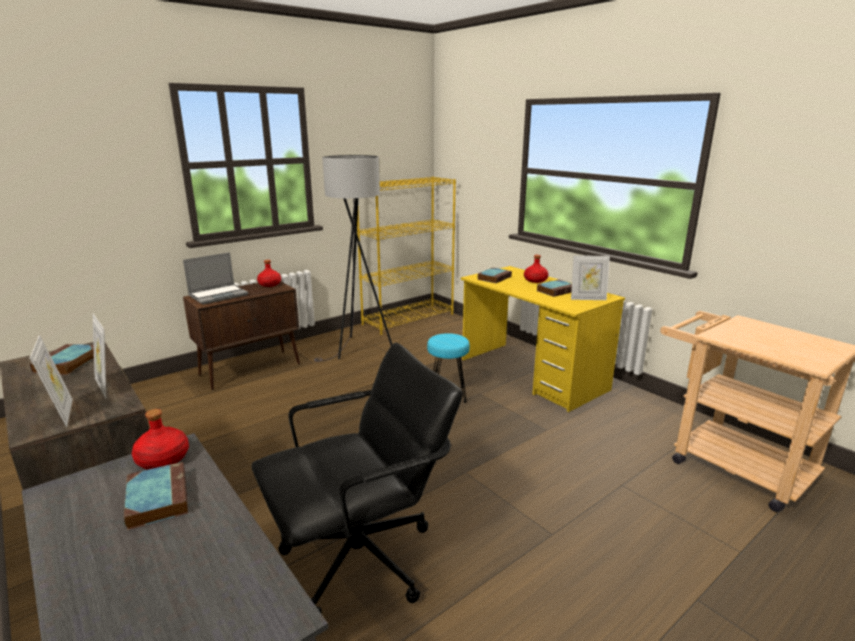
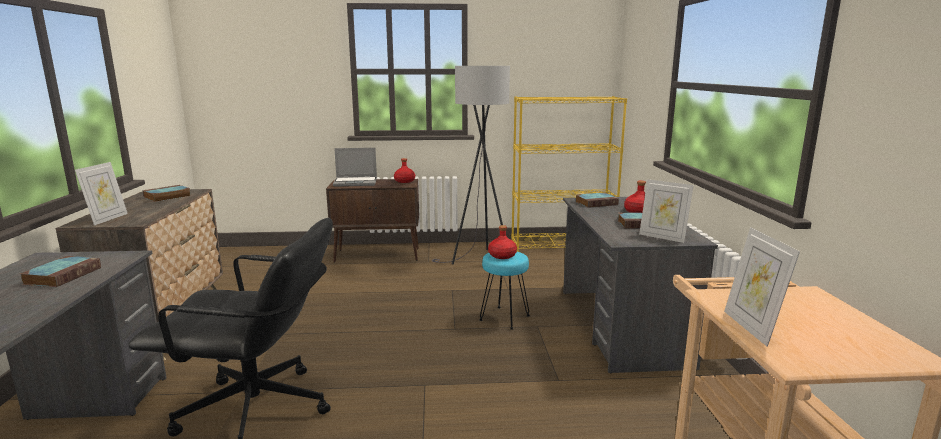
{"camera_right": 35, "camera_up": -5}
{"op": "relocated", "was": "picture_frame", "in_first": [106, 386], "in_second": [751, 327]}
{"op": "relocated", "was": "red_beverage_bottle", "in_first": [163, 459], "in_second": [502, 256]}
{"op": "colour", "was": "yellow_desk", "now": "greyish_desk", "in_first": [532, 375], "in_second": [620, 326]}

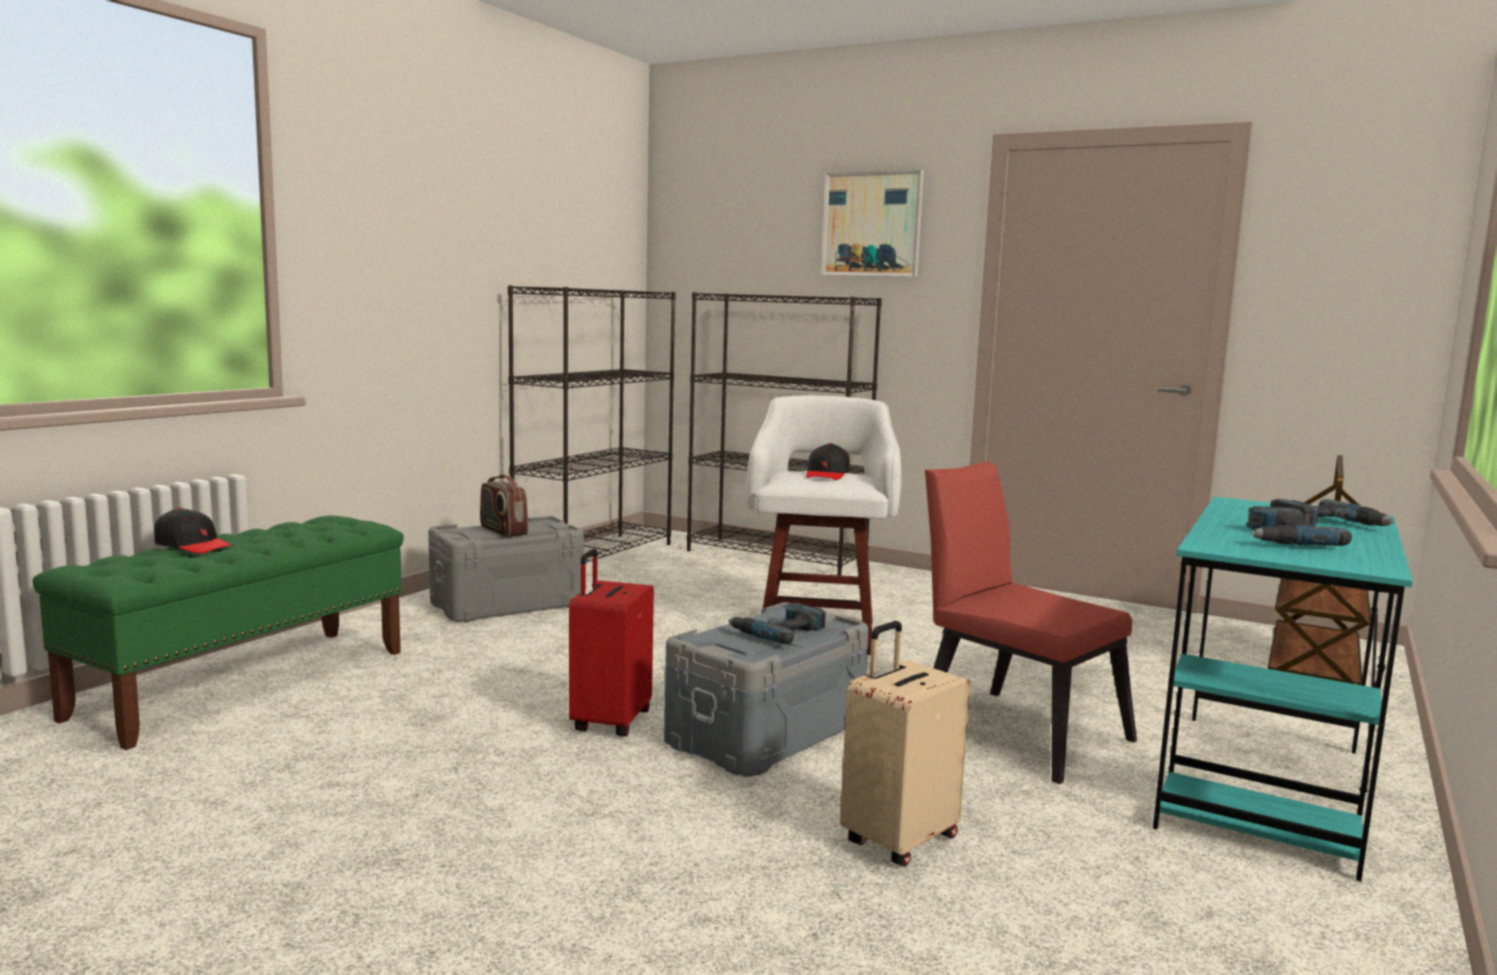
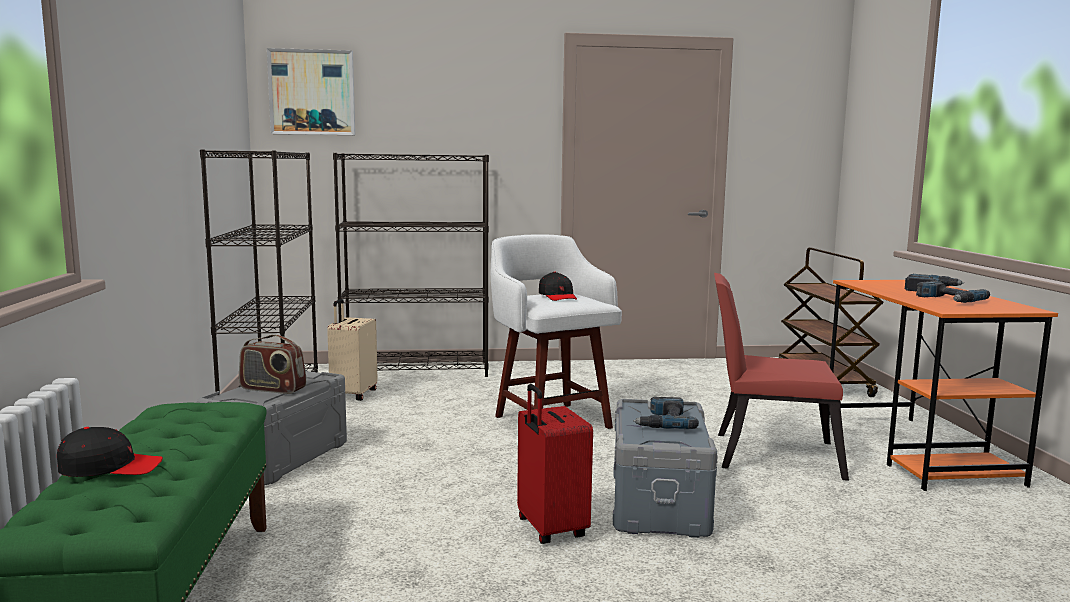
{"camera_right": -35, "camera_up": 0}
{"op": "relocated", "was": "picture", "in_first": [872, 224], "in_second": [312, 92]}
{"op": "relocated", "was": "beige_suitcase", "in_first": [898, 840], "in_second": [353, 395]}
{"op": "colour", "was": "turquoise-coloured_desk", "now": "orange_desk", "in_first": [1263, 787], "in_second": [917, 451]}

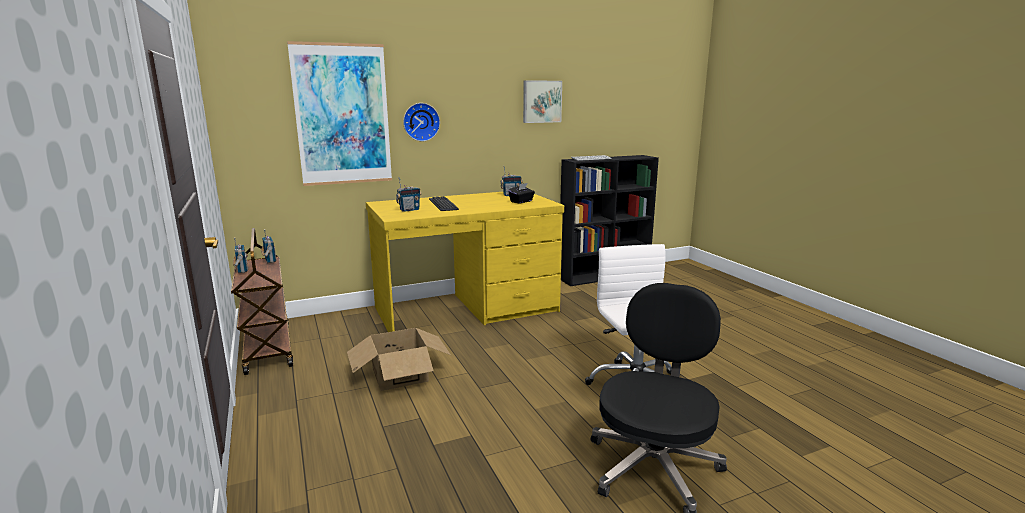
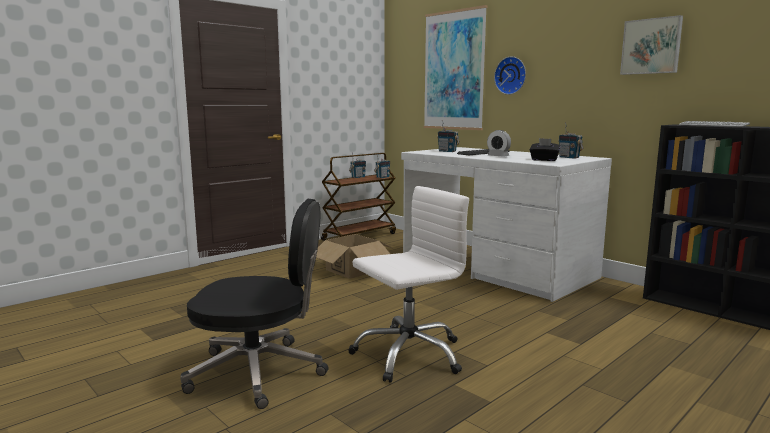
{"camera_right": 70, "camera_up": -5}
{"op": "appeared", "now": "alarm_clock", "in_second": [498, 156]}
{"op": "colour", "was": "yellow_desk", "now": "whitish_desk", "in_first": [467, 310], "in_second": [496, 268]}

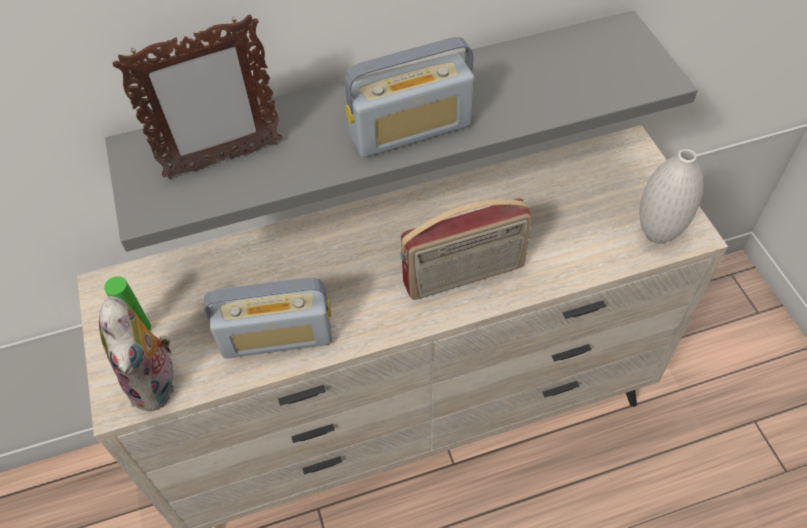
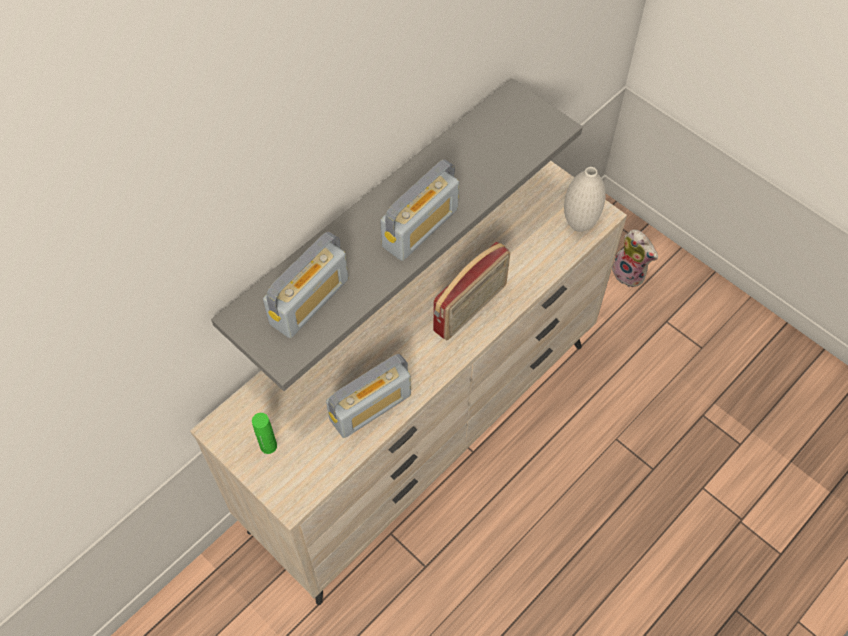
{"camera_right": -30, "camera_up": 5}
{"op": "relocated", "was": "soft_toy", "in_first": [157, 383], "in_second": [630, 273]}
{"op": "exchanged", "was": "picture_frame", "now": "radio_set", "in_first": [223, 160], "in_second": [309, 301]}

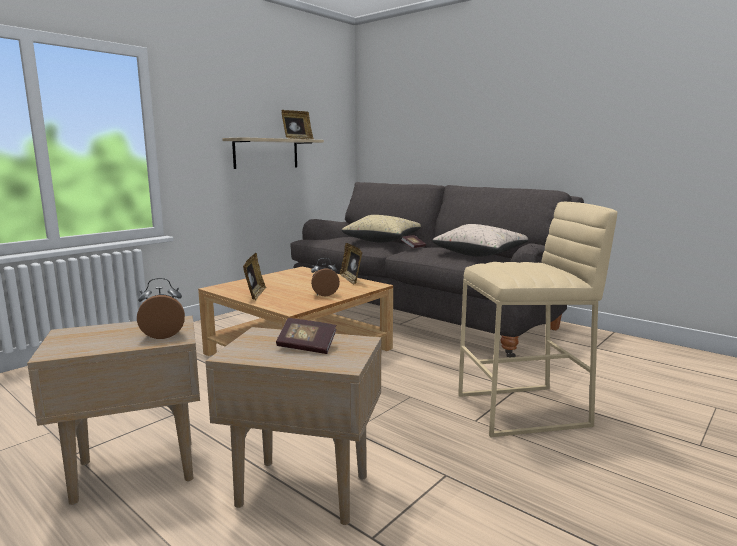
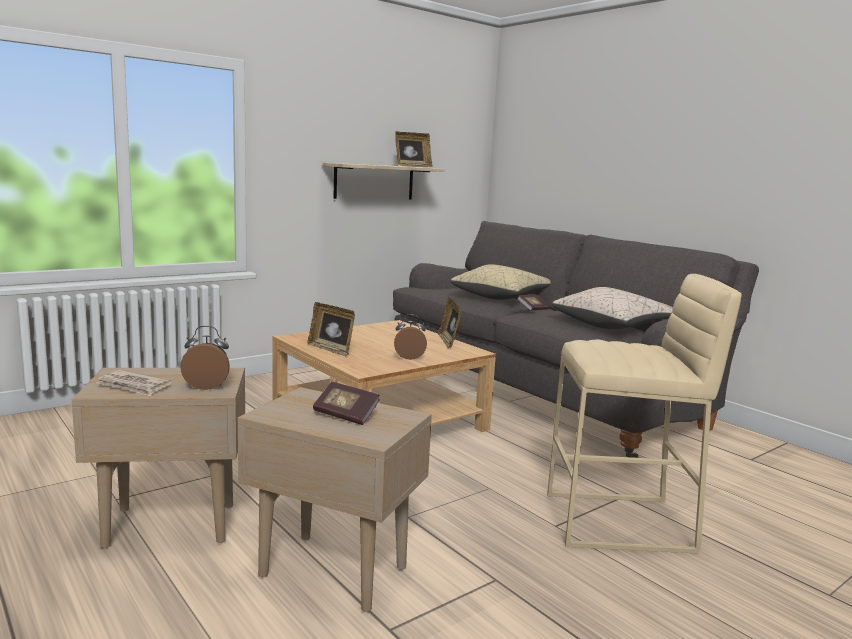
{"camera_right": 10, "camera_up": 0}
{"op": "appeared", "now": "printed_paper", "in_second": [134, 386]}
{"op": "spun", "was": "picture_frame", "in_first": [255, 295], "in_second": [331, 349], "clockwise": 120}

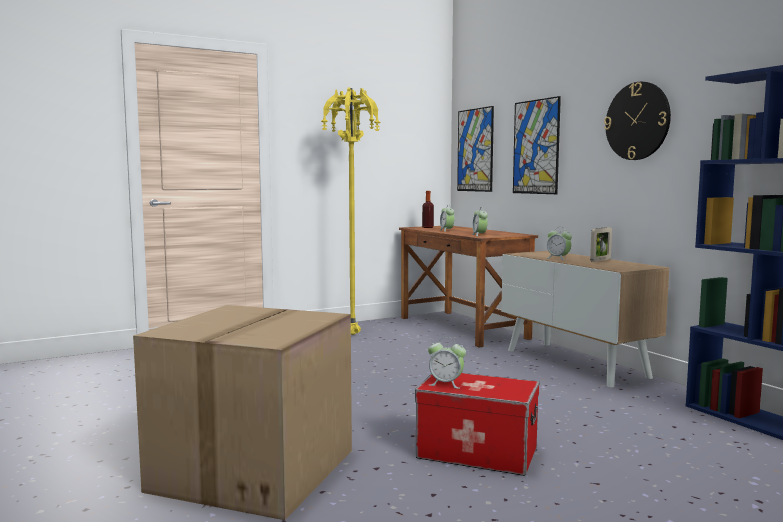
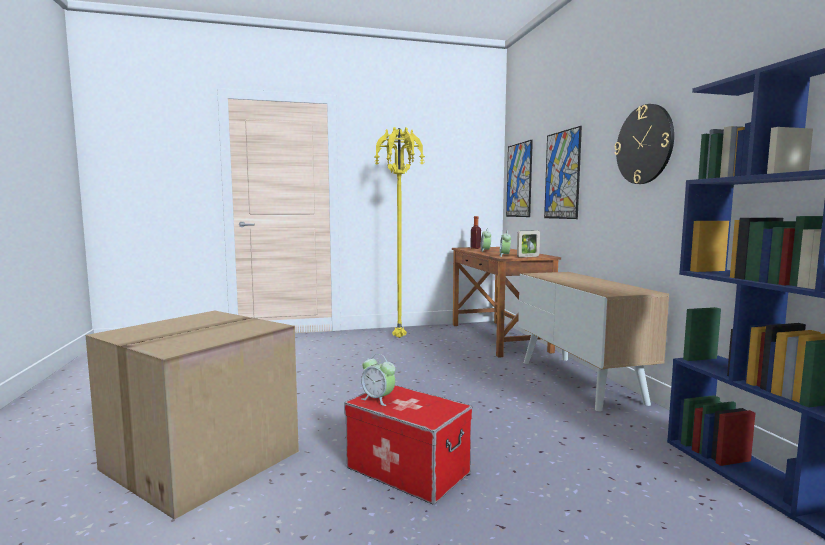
{"camera_right": 15, "camera_up": 0}
{"op": "missing", "was": "alarm_clock", "in_first": [558, 258]}
{"op": "relocated", "was": "picture_frame", "in_first": [600, 260], "in_second": [528, 256]}

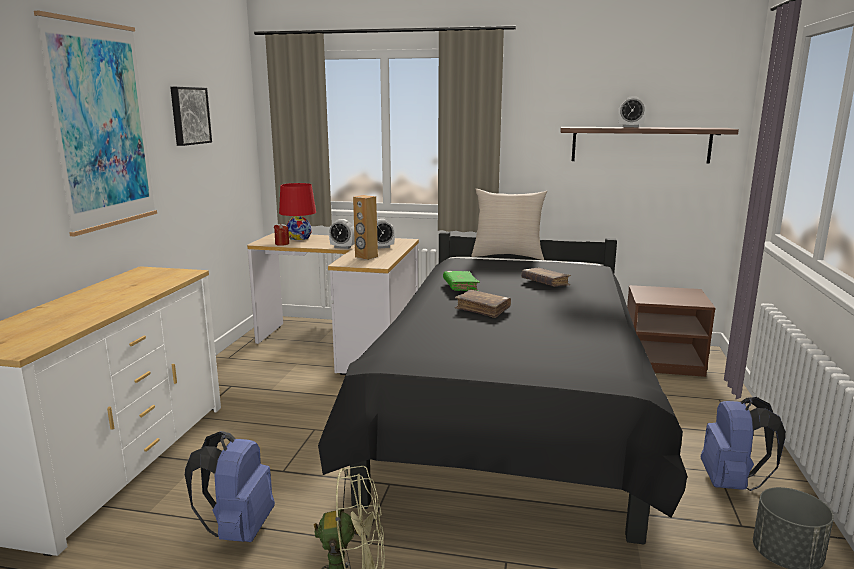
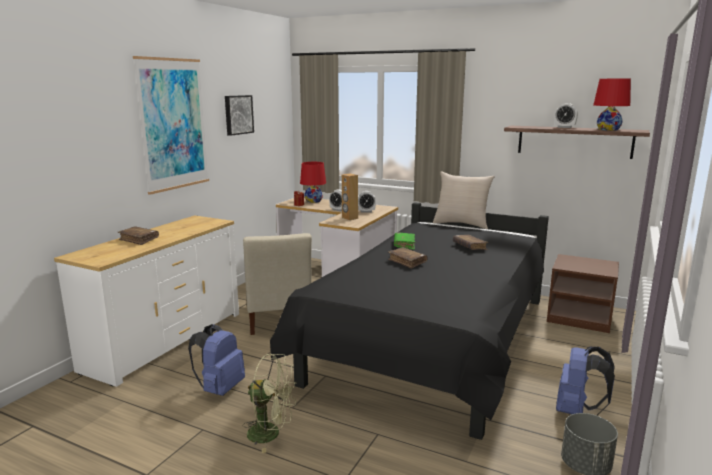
{"camera_right": 15, "camera_up": 0}
{"op": "appeared", "now": "brown_book", "in_second": [139, 240]}
{"op": "appeared", "now": "beige_upright_chair", "in_second": [277, 318]}
{"op": "appeared", "now": "red_lamp_for_a_table", "in_second": [608, 129]}

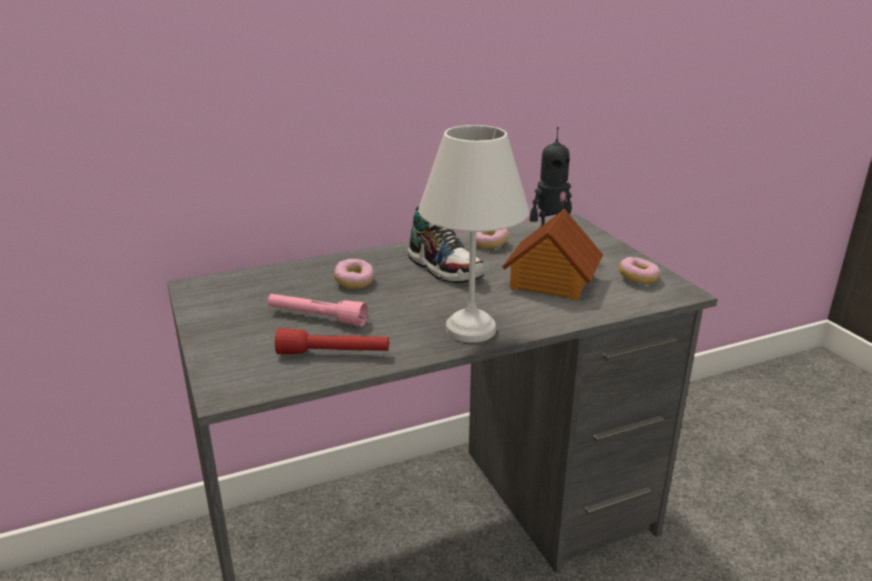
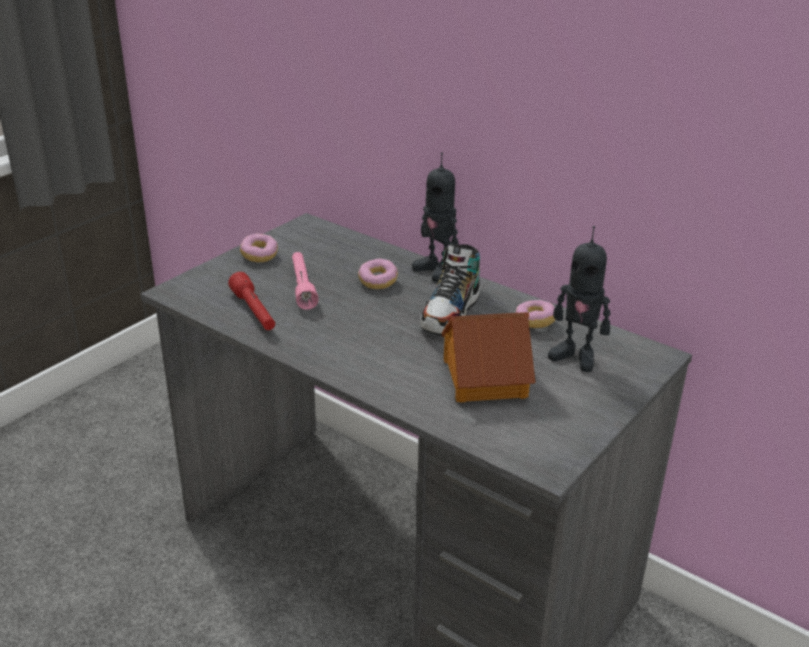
{"camera_right": 60, "camera_up": 5}
{"op": "missing", "was": "whitish_lamp_for_a_table", "in_first": [471, 331]}
{"op": "appeared", "now": "robot_figure", "in_second": [436, 270]}
{"op": "relocated", "was": "donut", "in_first": [638, 279], "in_second": [259, 256]}

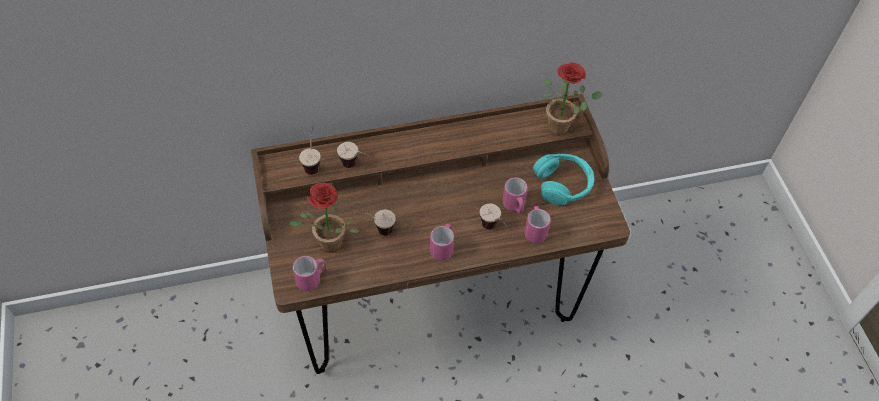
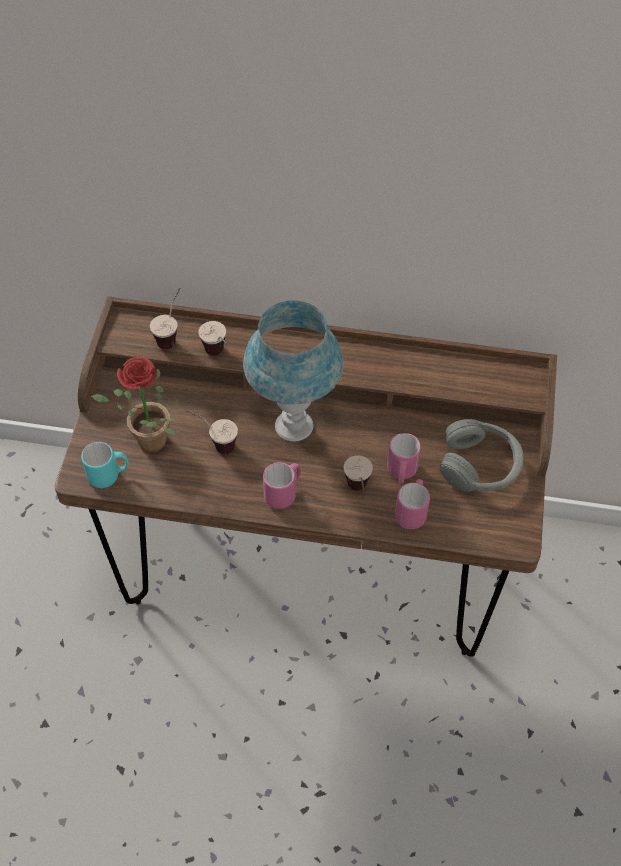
{"camera_right": 25, "camera_up": 0}
{"op": "missing", "was": "potted_plant", "in_first": [562, 127]}
{"op": "appeared", "now": "bluish_lamp_for_a_table", "in_second": [294, 426]}
{"op": "colour", "was": "pinkish_coffee_mug", "now": "turquoise-coloured_coffee_mug", "in_first": [312, 279], "in_second": [109, 475]}
{"op": "colour", "was": "turquoise-coloured_headphones", "now": "greyish_headphones", "in_first": [563, 184], "in_second": [480, 465]}

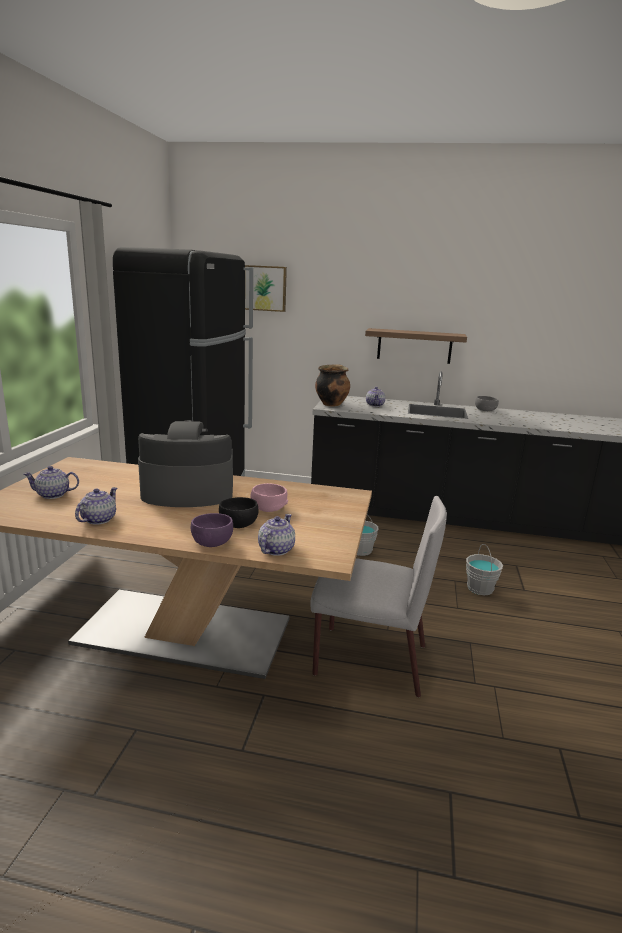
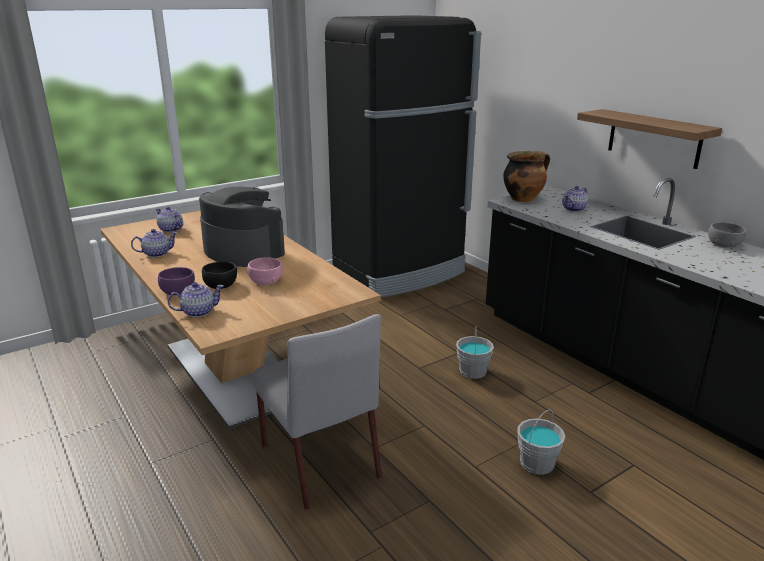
{"camera_right": 45, "camera_up": 5}
{"op": "missing", "was": "picture", "in_first": [265, 288]}

